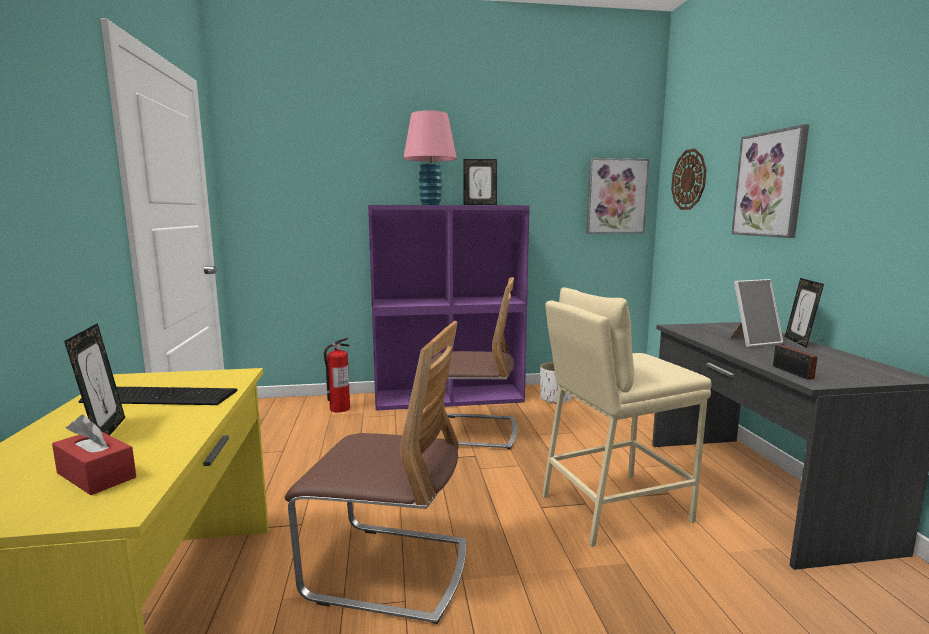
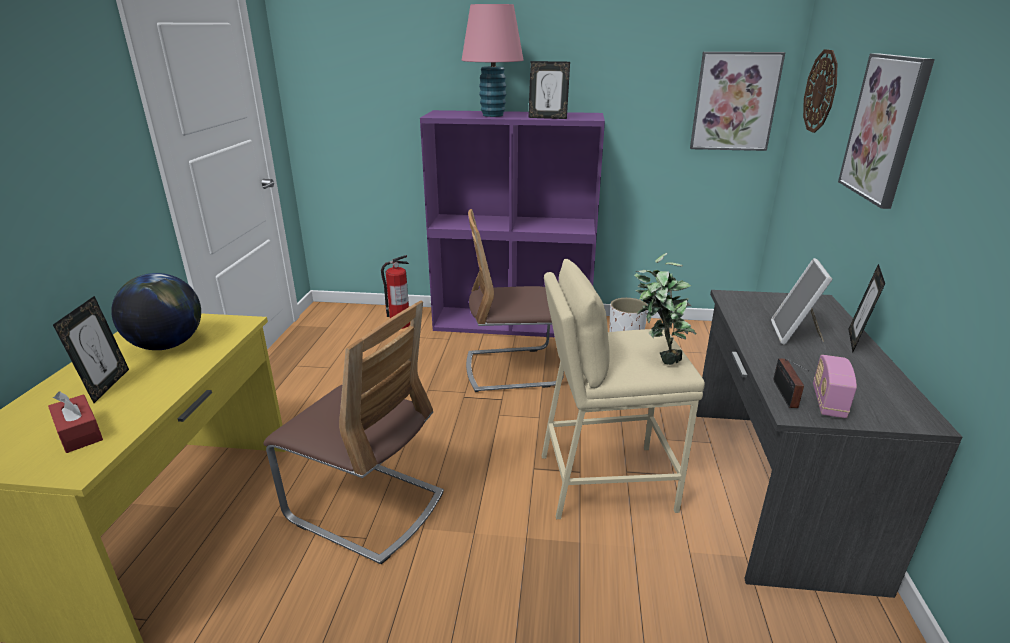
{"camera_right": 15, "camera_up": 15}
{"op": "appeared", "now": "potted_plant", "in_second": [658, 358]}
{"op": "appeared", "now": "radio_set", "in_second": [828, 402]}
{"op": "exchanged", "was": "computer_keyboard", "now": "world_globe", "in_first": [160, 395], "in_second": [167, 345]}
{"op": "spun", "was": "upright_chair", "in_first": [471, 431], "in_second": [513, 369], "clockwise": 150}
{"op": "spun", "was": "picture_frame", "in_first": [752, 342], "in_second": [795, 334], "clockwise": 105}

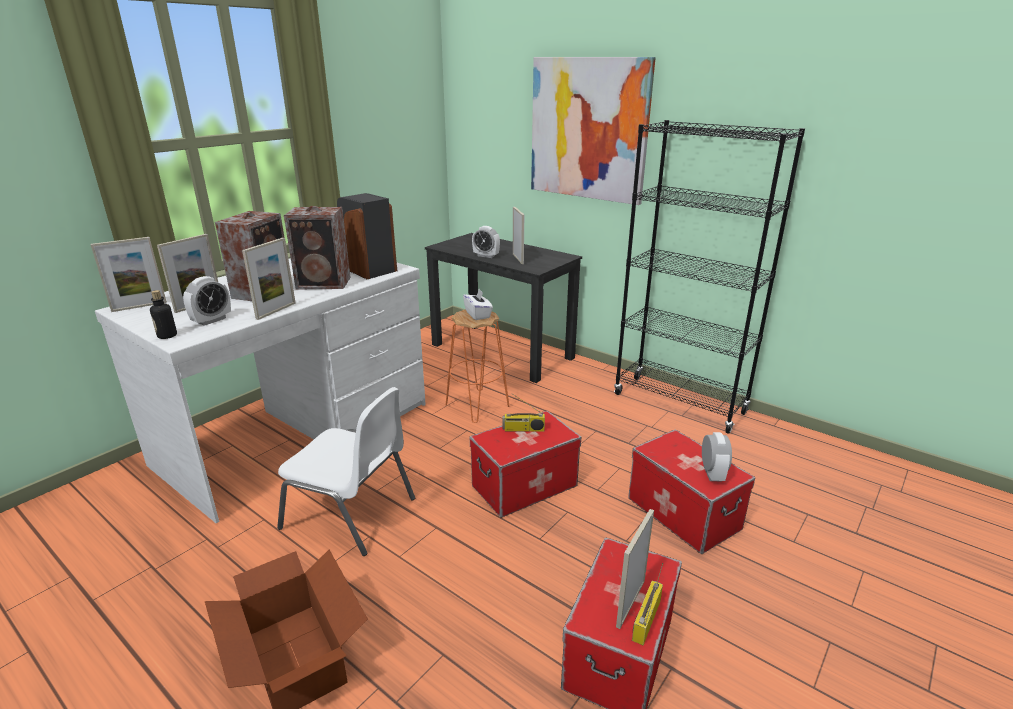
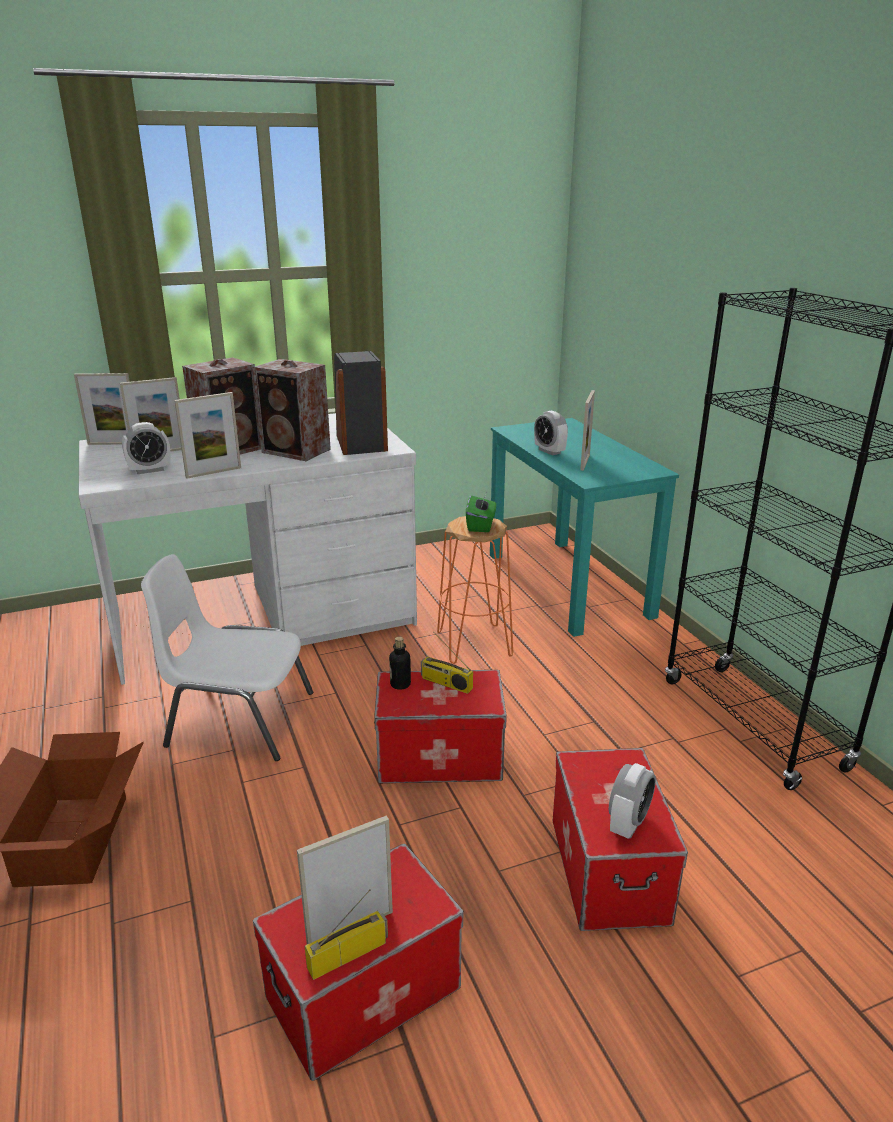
{"camera_right": 30, "camera_up": 0}
{"op": "missing", "was": "picture", "in_first": [588, 129]}
{"op": "relocated", "was": "beverage_bottle", "in_first": [167, 336], "in_second": [400, 684]}
{"op": "colour", "was": "blackish_desk", "now": "turquoise-coloured_desk", "in_first": [502, 351], "in_second": [568, 584]}
{"op": "colour", "was": "whitish_box_of_tissues", "now": "greenish_box_of_tissues", "in_first": [478, 314], "in_second": [481, 525]}
{"op": "spun", "was": "whitish_upright_chair", "in_first": [351, 513], "in_second": [238, 719], "clockwise": 135}

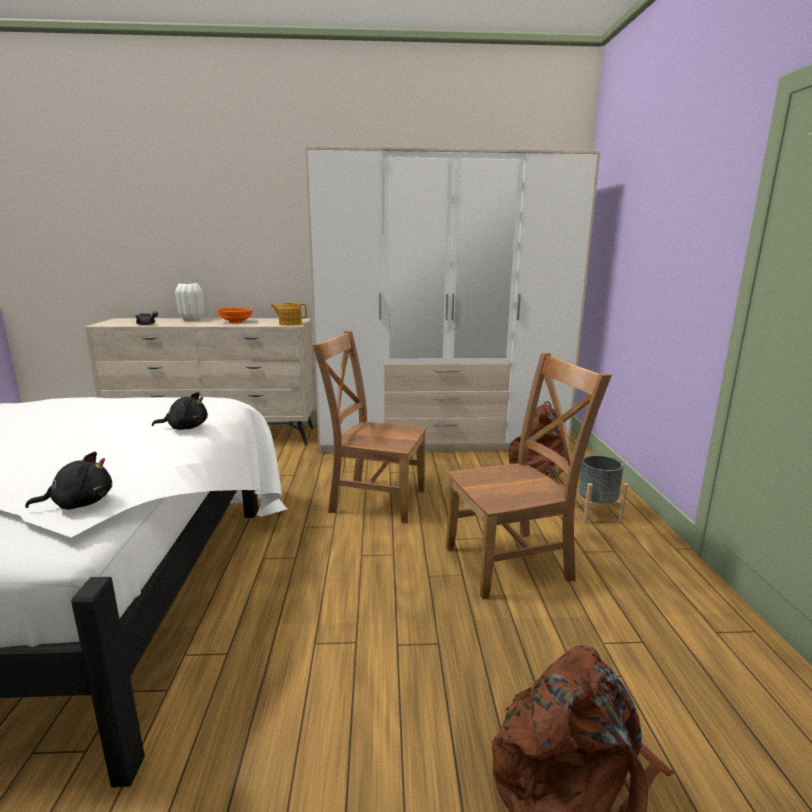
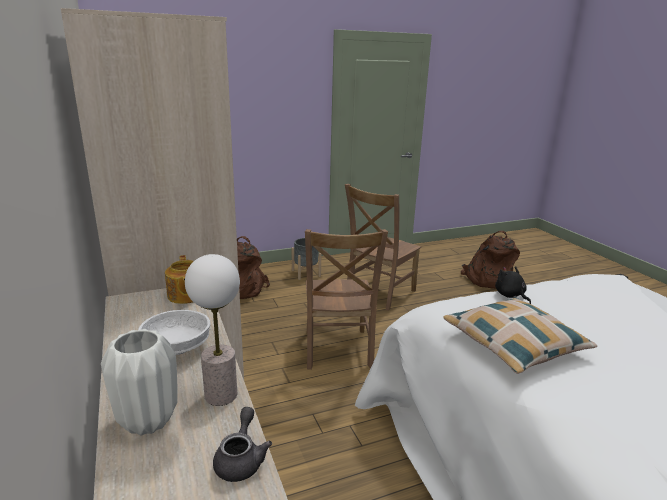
{"camera_right": -110, "camera_up": 5}
{"op": "missing", "was": "blackish_soft_toy", "in_first": [79, 503]}
{"op": "appeared", "now": "lamp_for_a_table", "in_second": [221, 395]}
{"op": "appeared", "now": "cushion", "in_second": [513, 343]}
{"op": "colour", "was": "orange_serving_bowl", "now": "whitish_serving_bowl", "in_first": [235, 322], "in_second": [178, 348]}
{"op": "spun", "was": "brown_upright_chair", "in_first": [513, 562], "in_second": [379, 293], "clockwise": -105}

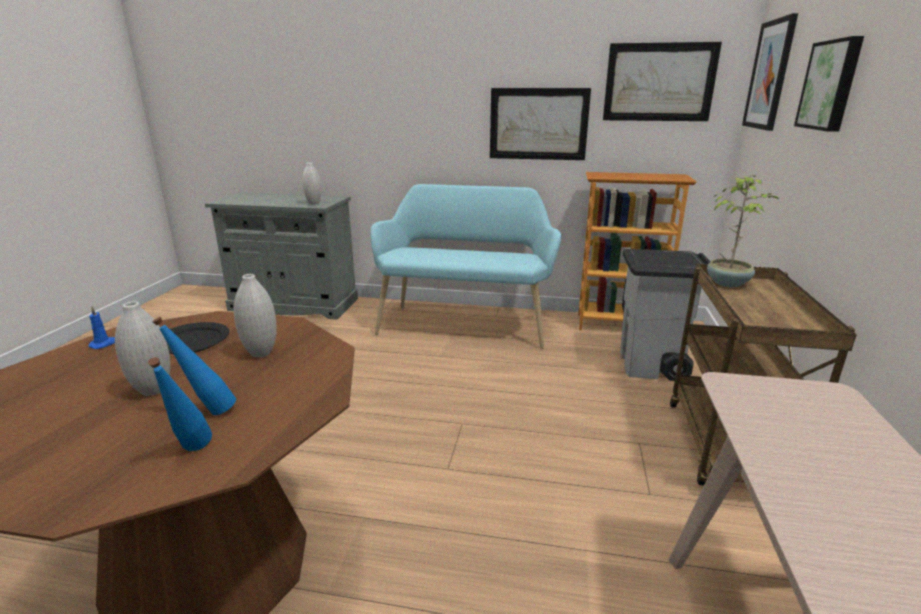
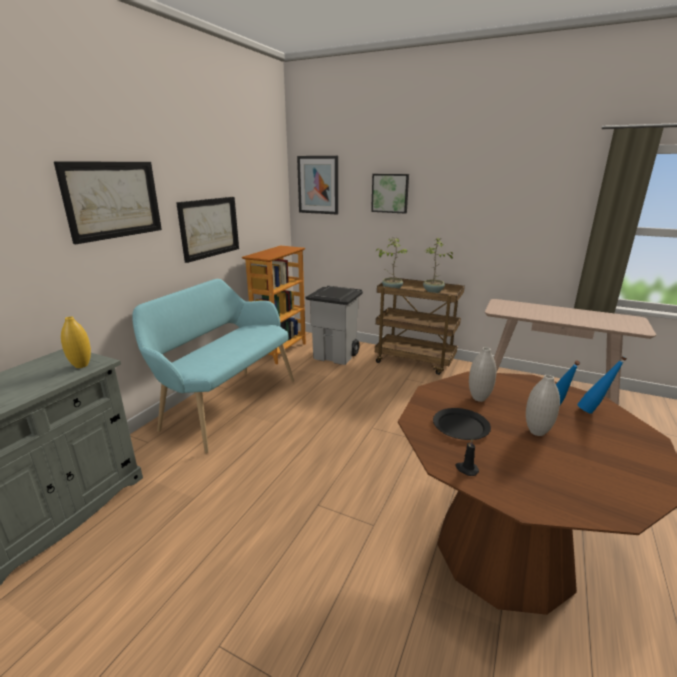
{"camera_right": -75, "camera_up": 0}
{"op": "appeared", "now": "potted_plant", "in_second": [433, 291]}
{"op": "relocated", "was": "picture", "in_first": [659, 82], "in_second": [113, 200]}
{"op": "colour", "was": "bluish_wax_light", "now": "blackish_wax_light", "in_first": [104, 344], "in_second": [466, 469]}
{"op": "colour", "was": "whitish_decorative_vase", "now": "yellow_decorative_vase", "in_first": [313, 203], "in_second": [81, 365]}

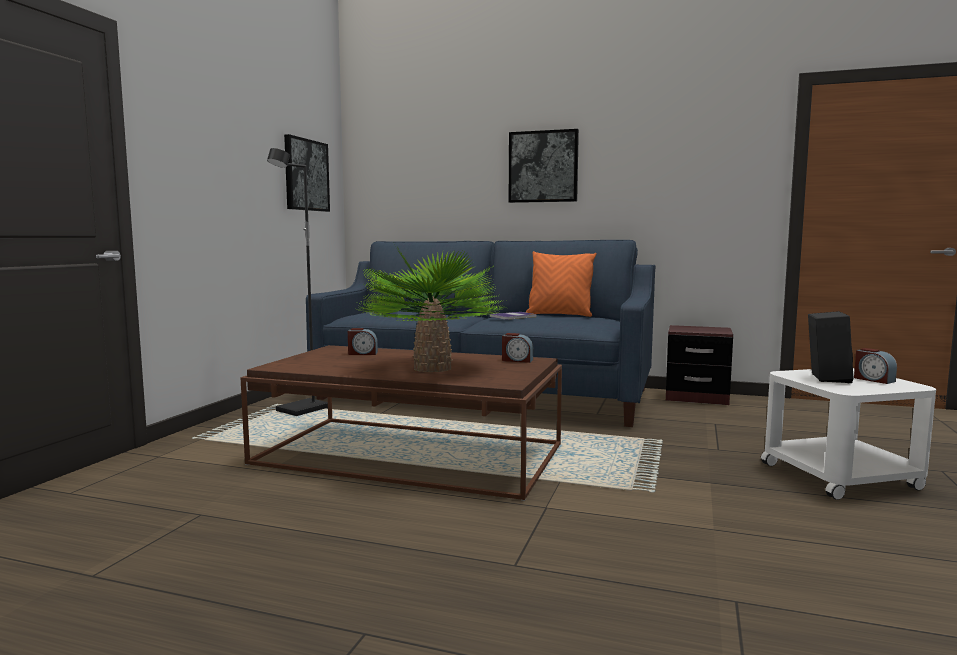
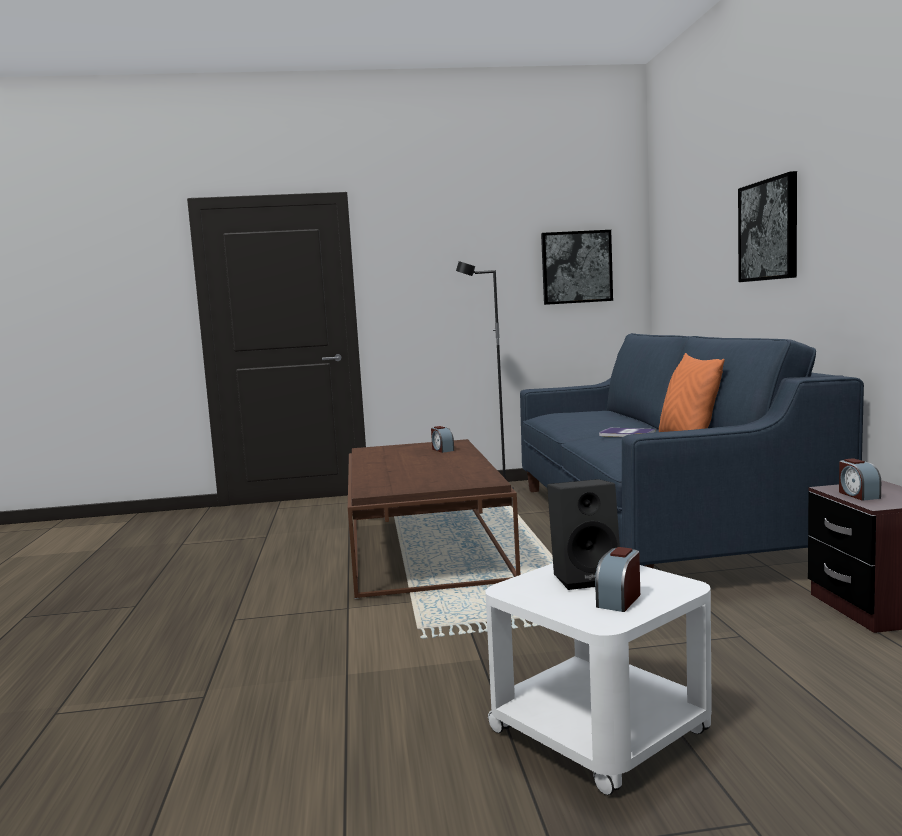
{"camera_right": 65, "camera_up": 0}
{"op": "missing", "was": "potted_plant", "in_first": [432, 368]}
{"op": "relocated", "was": "alarm_clock", "in_first": [517, 360], "in_second": [858, 495]}

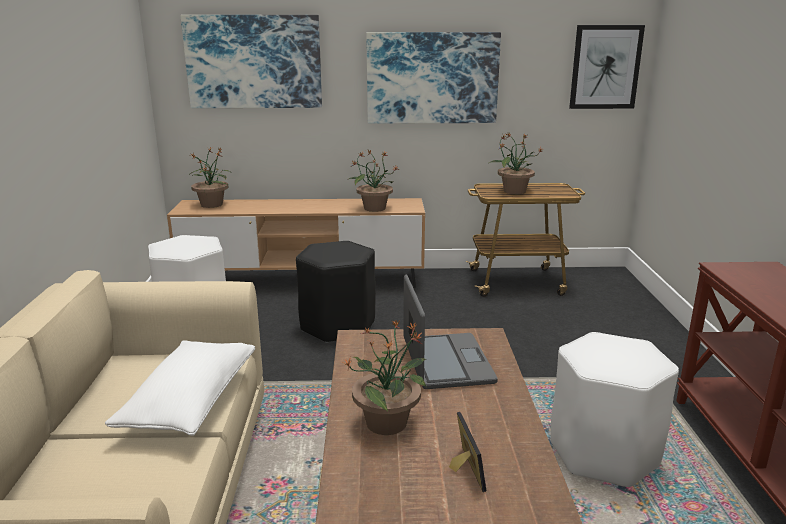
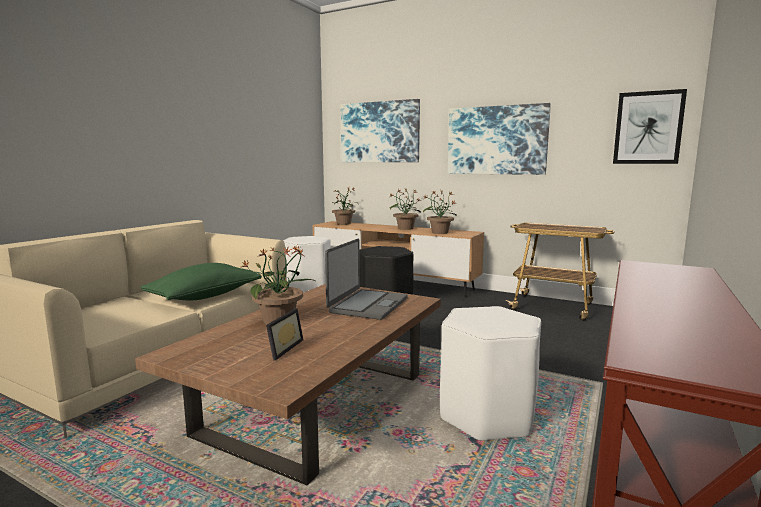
{"camera_right": 30, "camera_up": -10}
{"op": "relocated", "was": "potted_plant", "in_first": [513, 191], "in_second": [405, 228]}
{"op": "colour", "was": "whitish_cushion", "now": "greenish_cushion", "in_first": [190, 402], "in_second": [204, 296]}

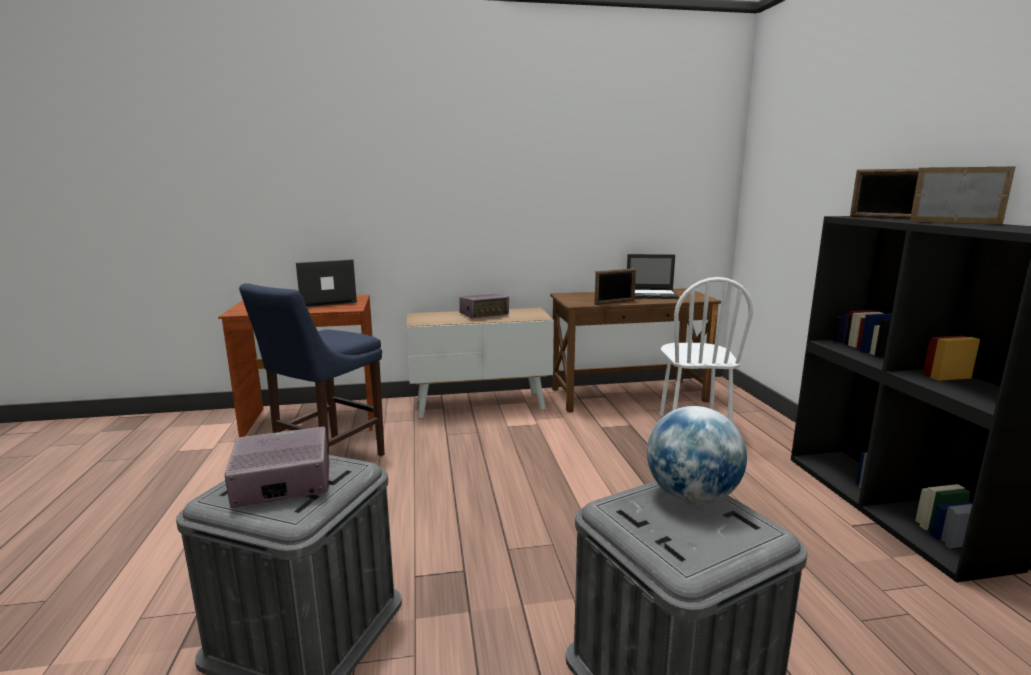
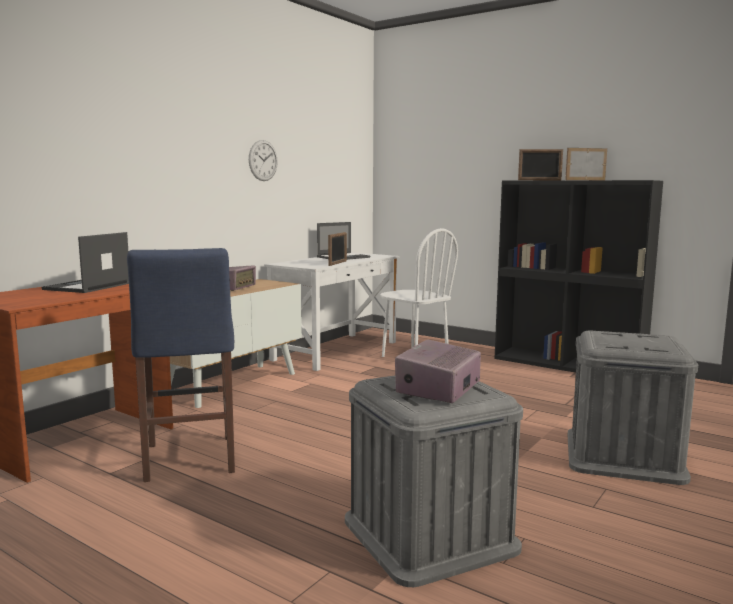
{"camera_right": -45, "camera_up": -5}
{"op": "missing", "was": "world_globe", "in_first": [691, 497]}
{"op": "appeared", "now": "clock_on_the_wall", "in_second": [263, 160]}
{"op": "colour", "was": "brown_desk", "now": "whitish_desk", "in_first": [627, 395], "in_second": [335, 351]}

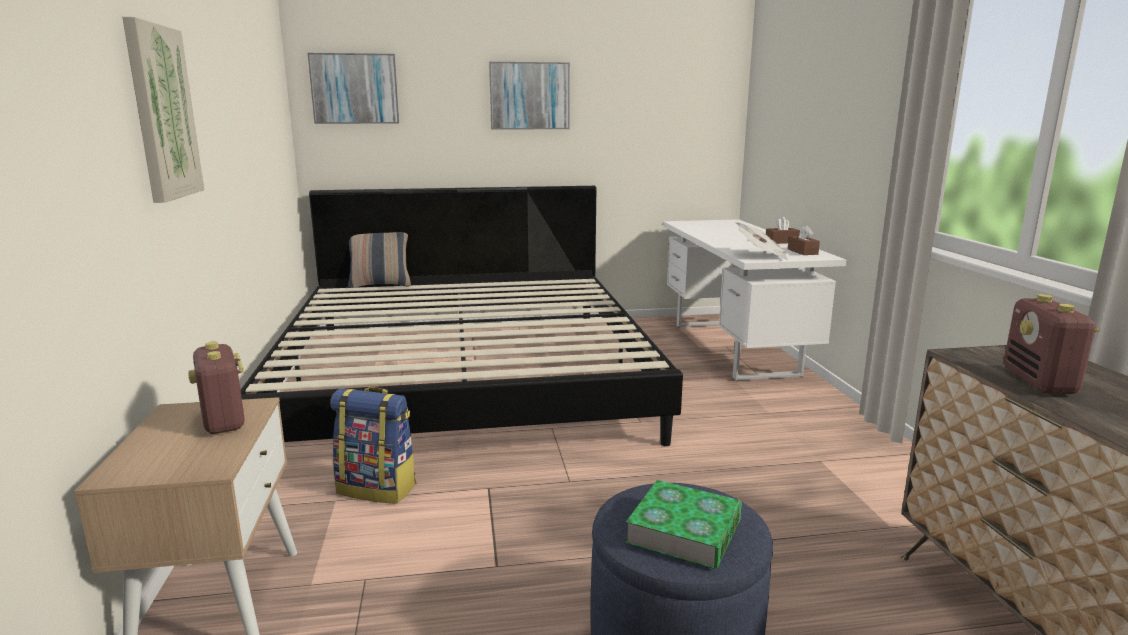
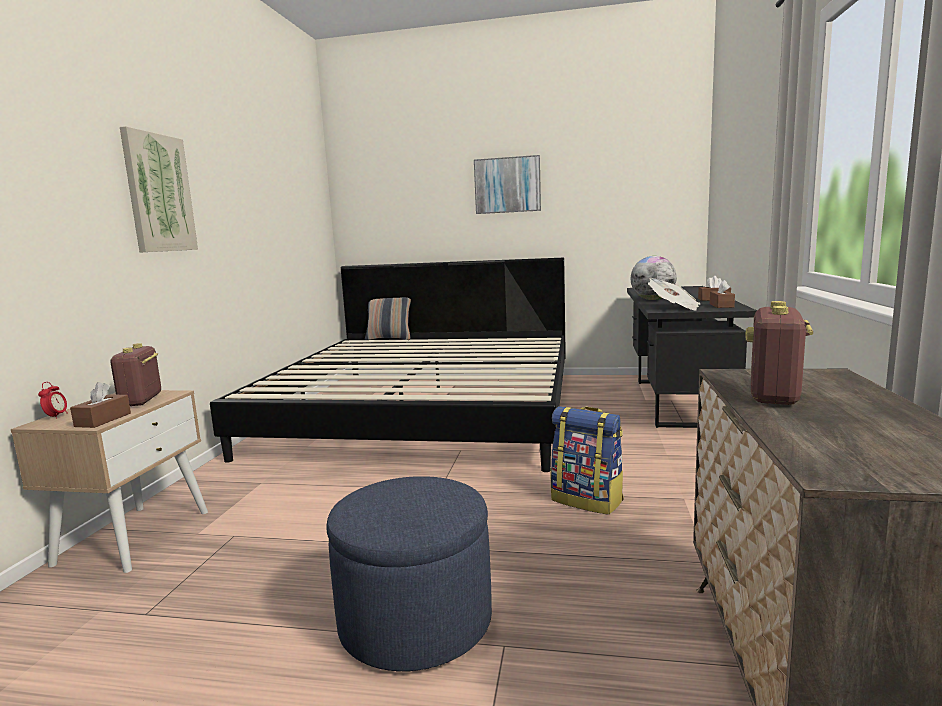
{"camera_right": 20, "camera_up": -5}
{"op": "missing", "was": "picture", "in_first": [354, 89]}
{"op": "missing", "was": "book", "in_first": [684, 532]}
{"op": "appeared", "now": "alarm_clock", "in_second": [56, 416]}
{"op": "appeared", "now": "brown_box_of_tissues", "in_second": [103, 420]}
{"op": "appeared", "now": "world_globe", "in_second": [652, 299]}
{"op": "relocated", "was": "rucksack", "in_first": [378, 488], "in_second": [588, 500]}
{"op": "colour", "was": "whitish_desk", "now": "blackish_desk", "in_first": [734, 349], "in_second": [678, 402]}

